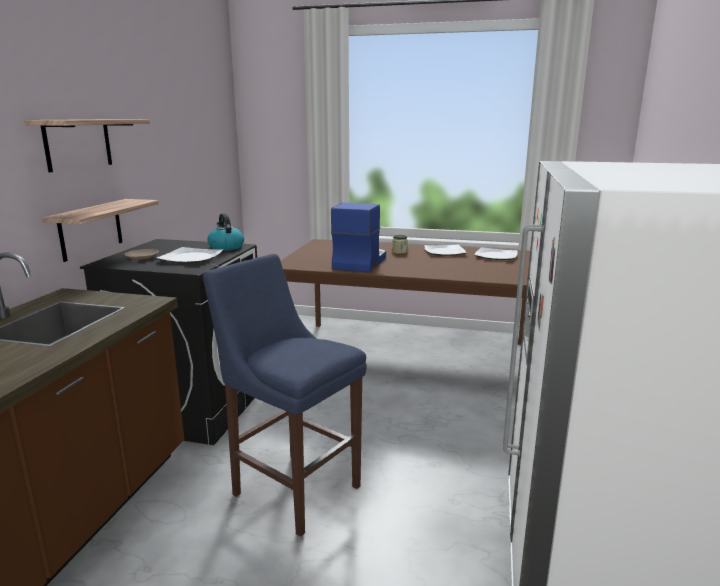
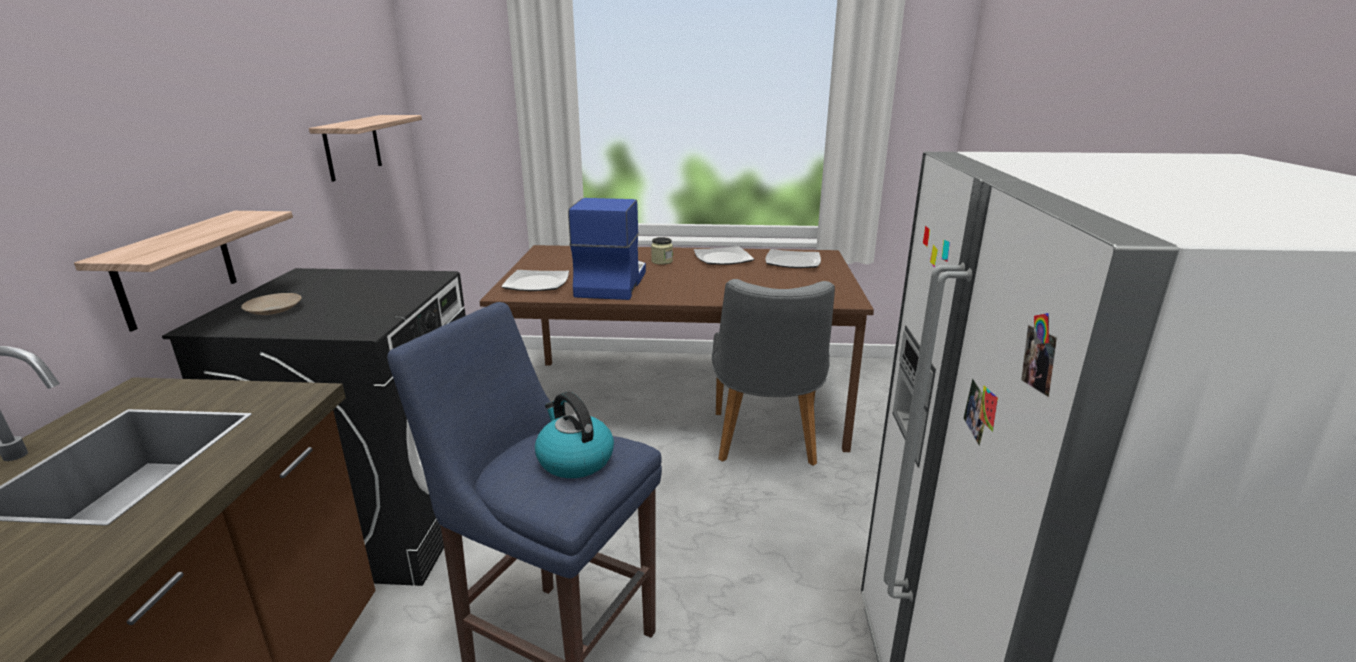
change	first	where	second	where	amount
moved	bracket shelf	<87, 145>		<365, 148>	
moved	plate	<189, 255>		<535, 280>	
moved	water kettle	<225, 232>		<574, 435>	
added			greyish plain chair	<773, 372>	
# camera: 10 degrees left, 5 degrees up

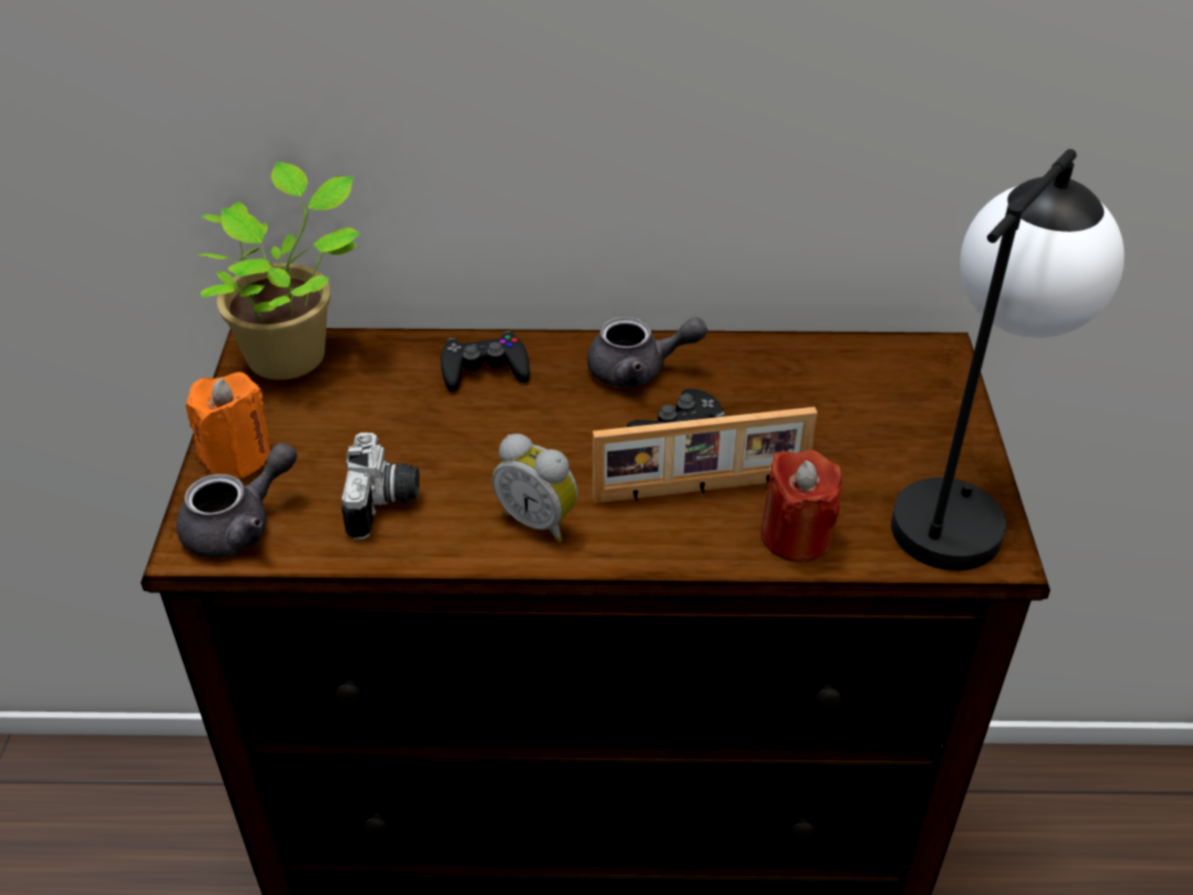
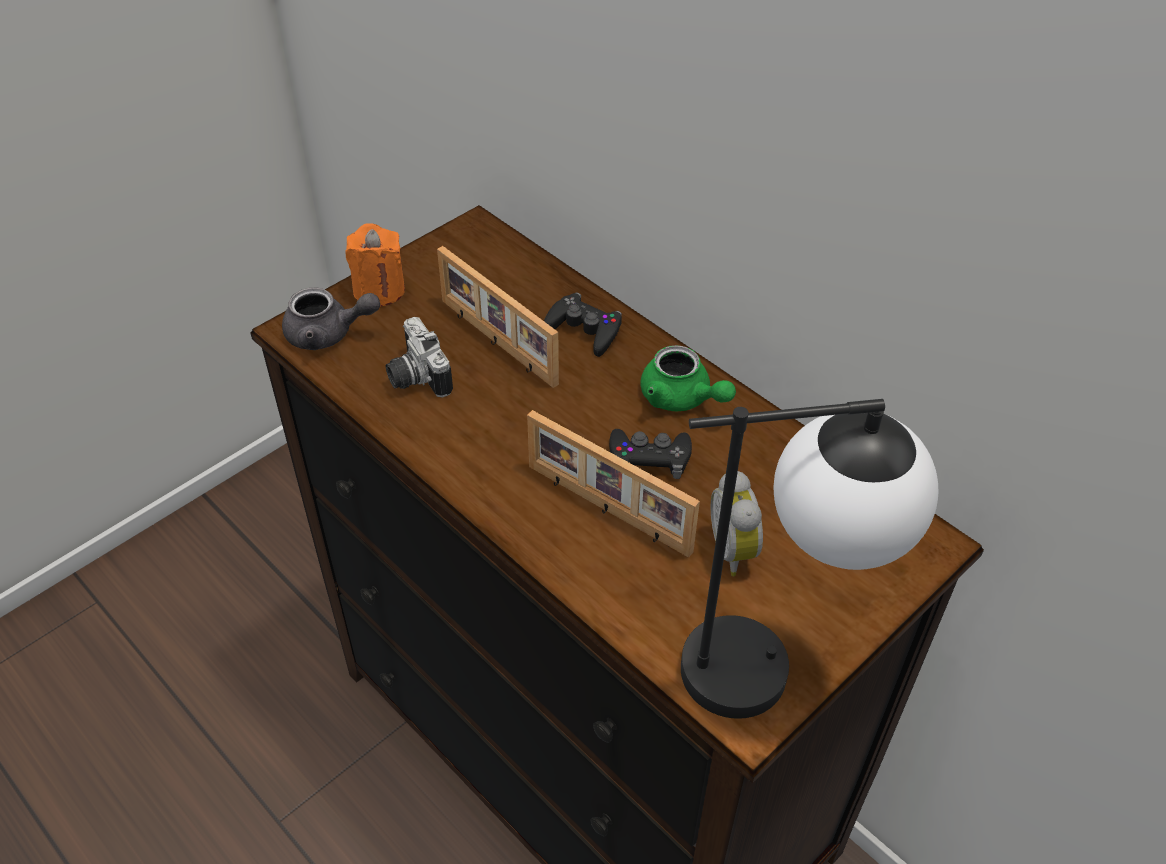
change	first	where	second	where	amount
turned	still camera	<380, 486>		<419, 357>	105 degrees clockwise
added			standing frame	<498, 317>	
recoloured	greyish pot for tea	<647, 351>	green-coloured pot for tea	<688, 378>	
moved	alarm clock	<535, 488>		<736, 523>	
removed	potted plant	<279, 271>			
removed	reddish wax light	<801, 506>			
# camera: 45 degrees right, 5 degrees up

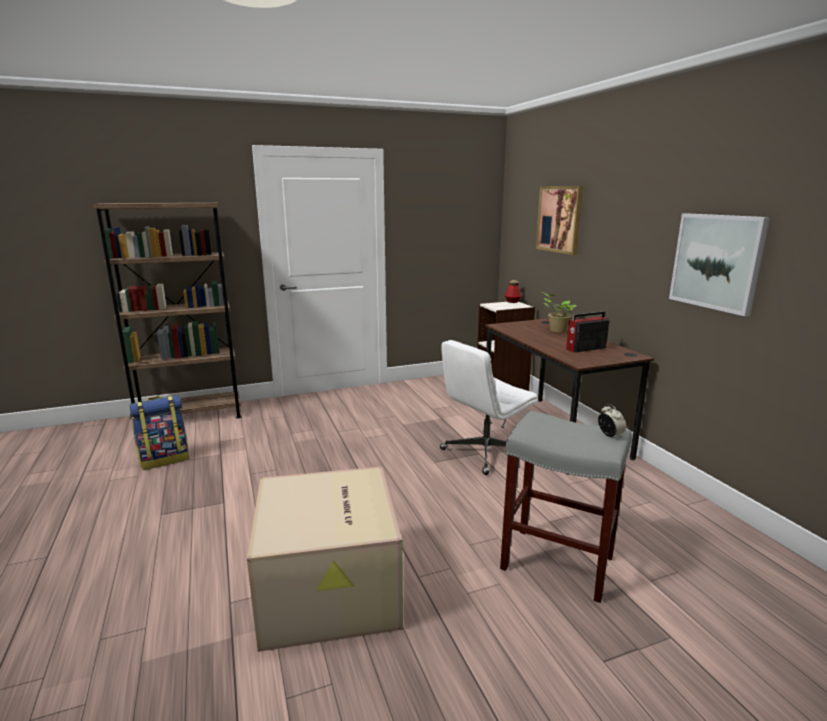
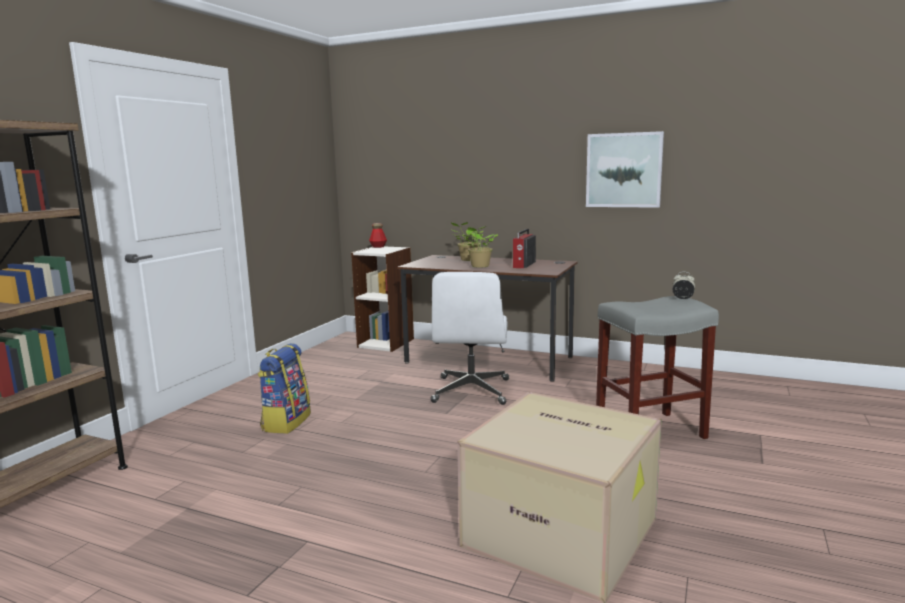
change	first	where	second	where	amount
moved	backpack	<159, 432>		<284, 388>	
added			potted plant	<481, 247>	
removed	wall picture	<559, 220>			
# camera: 45 degrees left, 5 degrees down

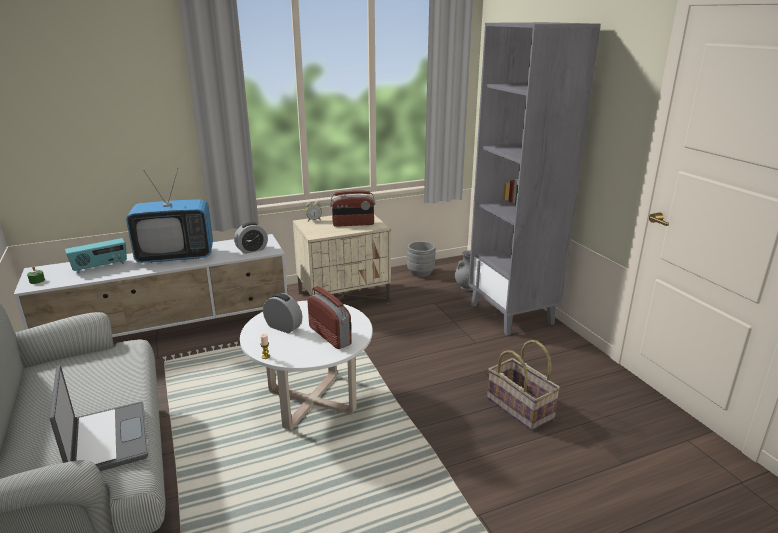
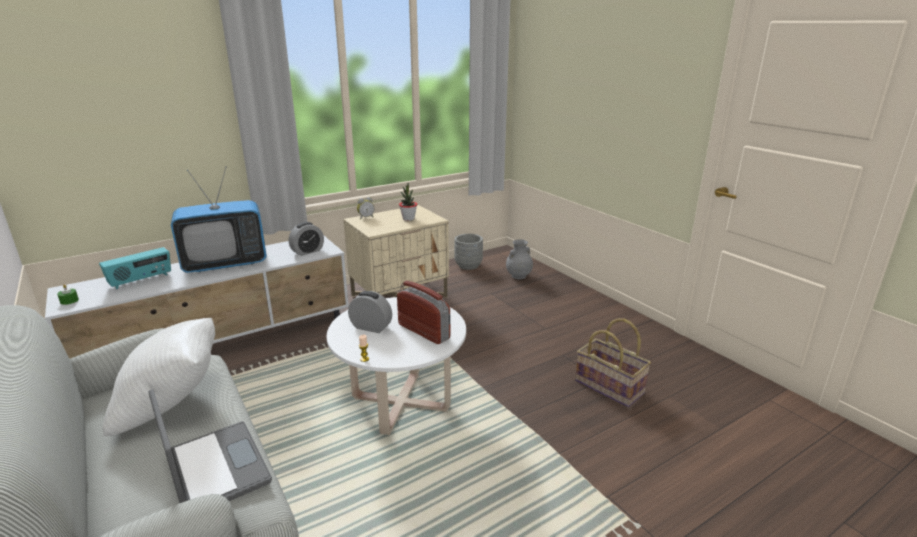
change	first	where	second	where	amount
added			white-coloured pillow	<158, 377>	
replaced	radio set	<352, 209>	potted plant	<408, 202>	
removed	greyish bookcase	<534, 178>			
# camera: 10 degrees left, 0 degrees up

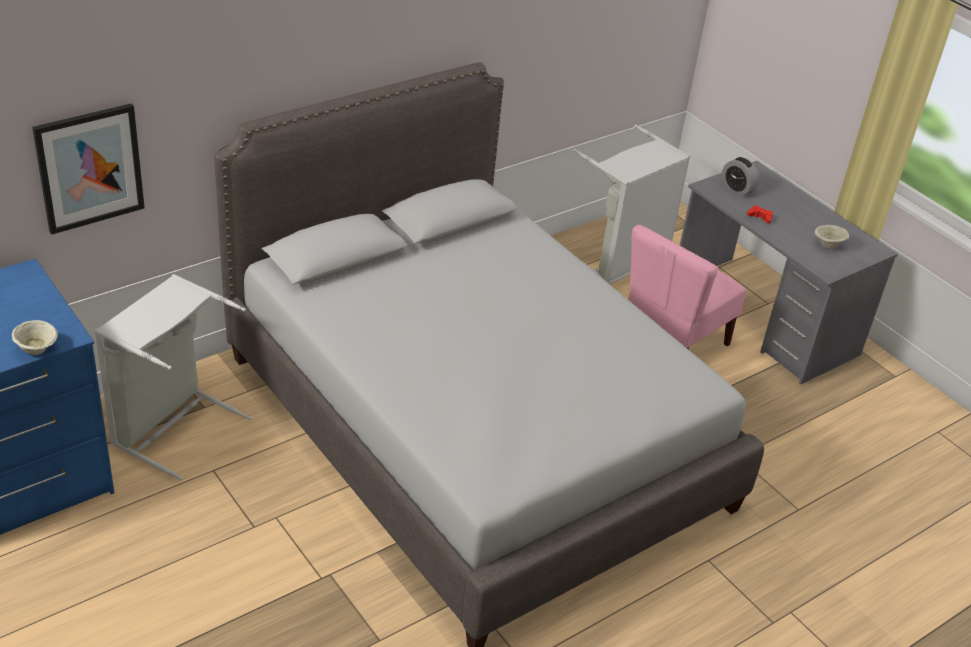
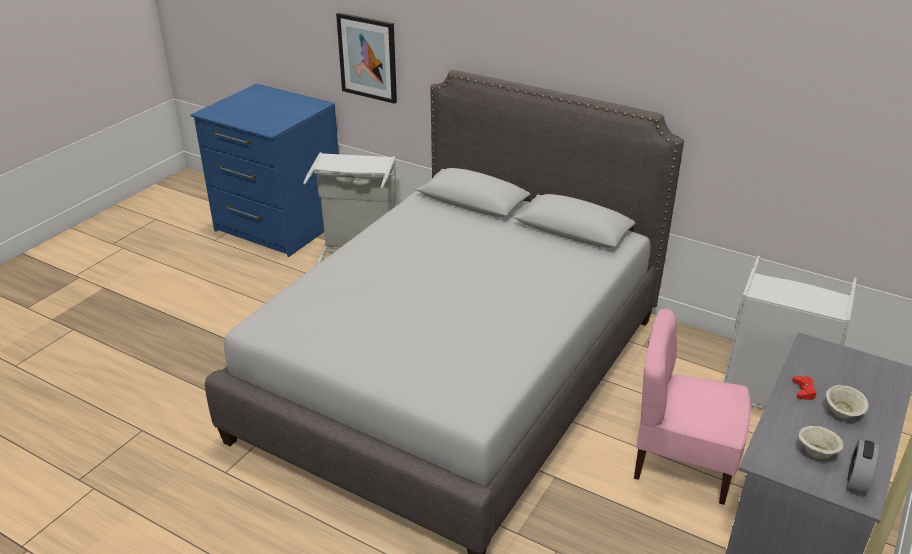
change	first	where	second	where	amount
moved	beige deep dish	<35, 337>		<847, 401>	
moved	alarm clock	<740, 176>		<862, 467>	
# camera: 70 degrees right, 5 degrees down

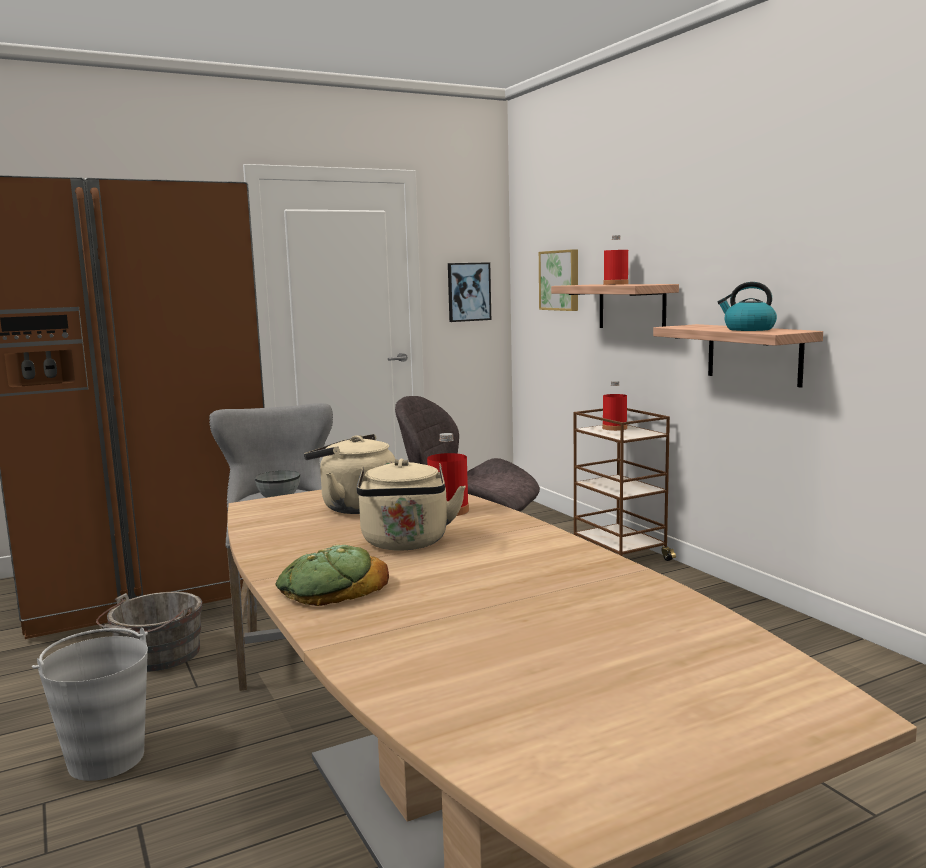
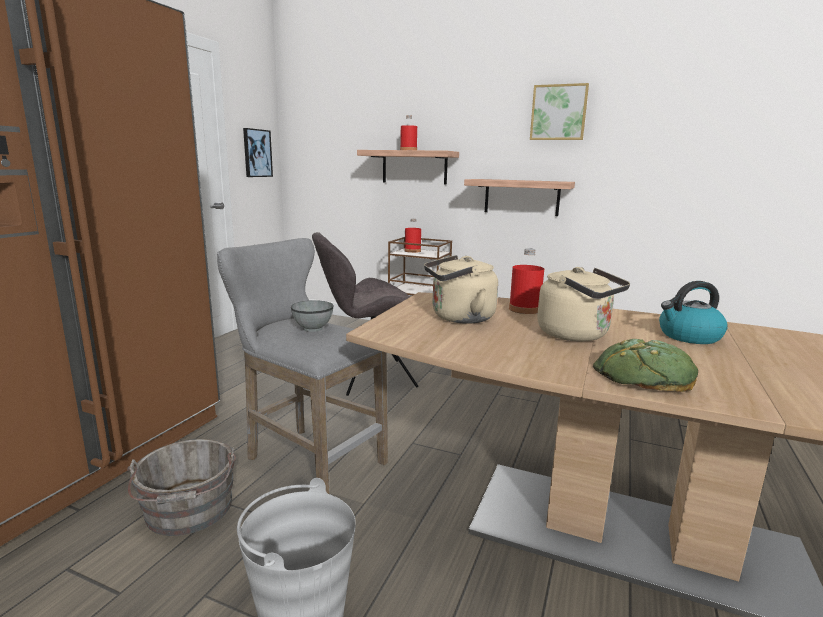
change	first	where	second	where	amount
moved	wall picture	<558, 280>		<559, 111>	
moved	water kettle	<747, 306>		<693, 312>	
# camera: 40 degrees left, 5 degrees up

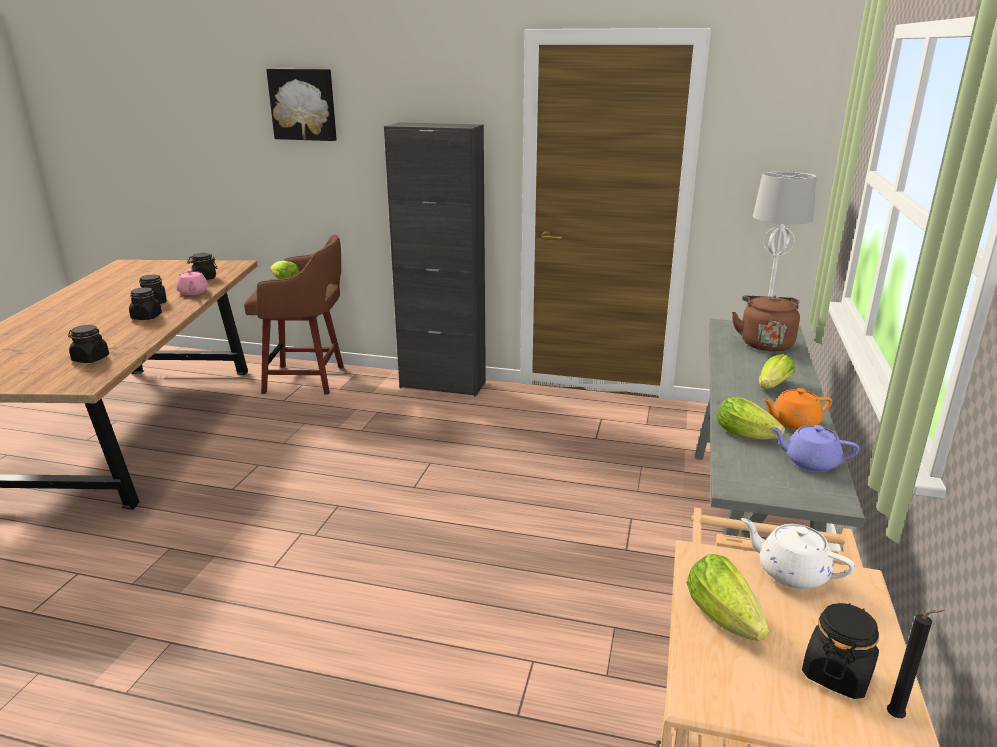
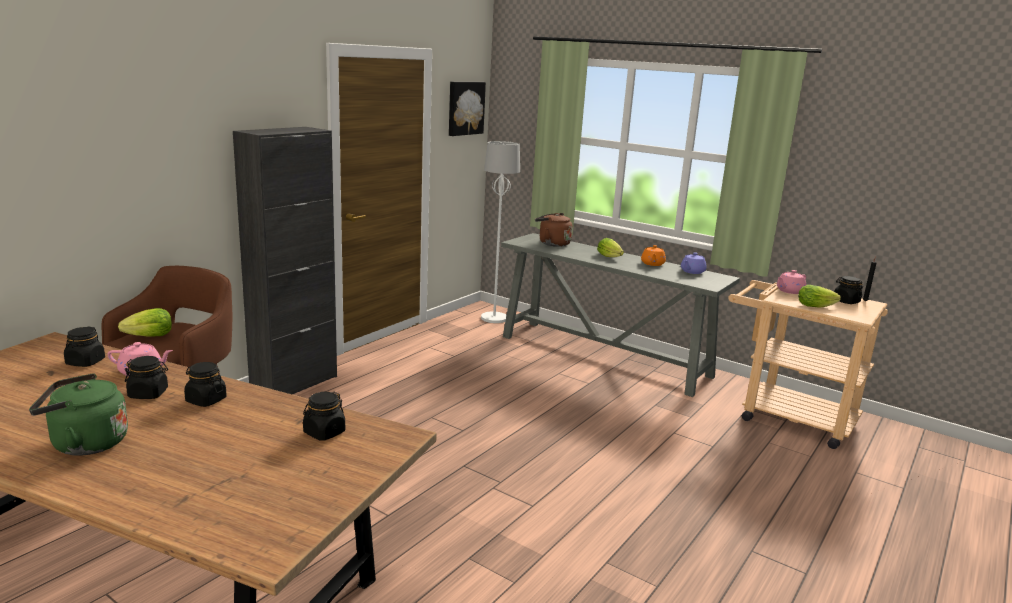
change	first	where	second	where	amount
added			green-coloured water kettle	<78, 414>	
moved	wall picture	<301, 105>		<467, 109>	
recoloured	white-coloured pot for tea	<798, 553>	pinkish pot for tea	<791, 282>	
removed	head of lettuce	<750, 418>			
# camera: 70 degrees left, 5 degrees down

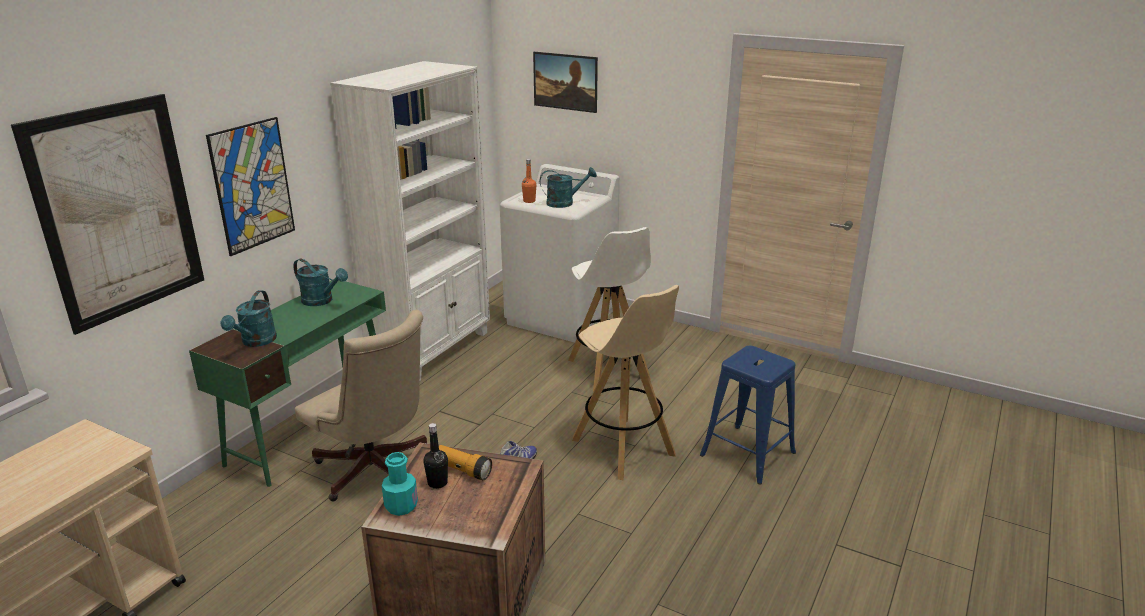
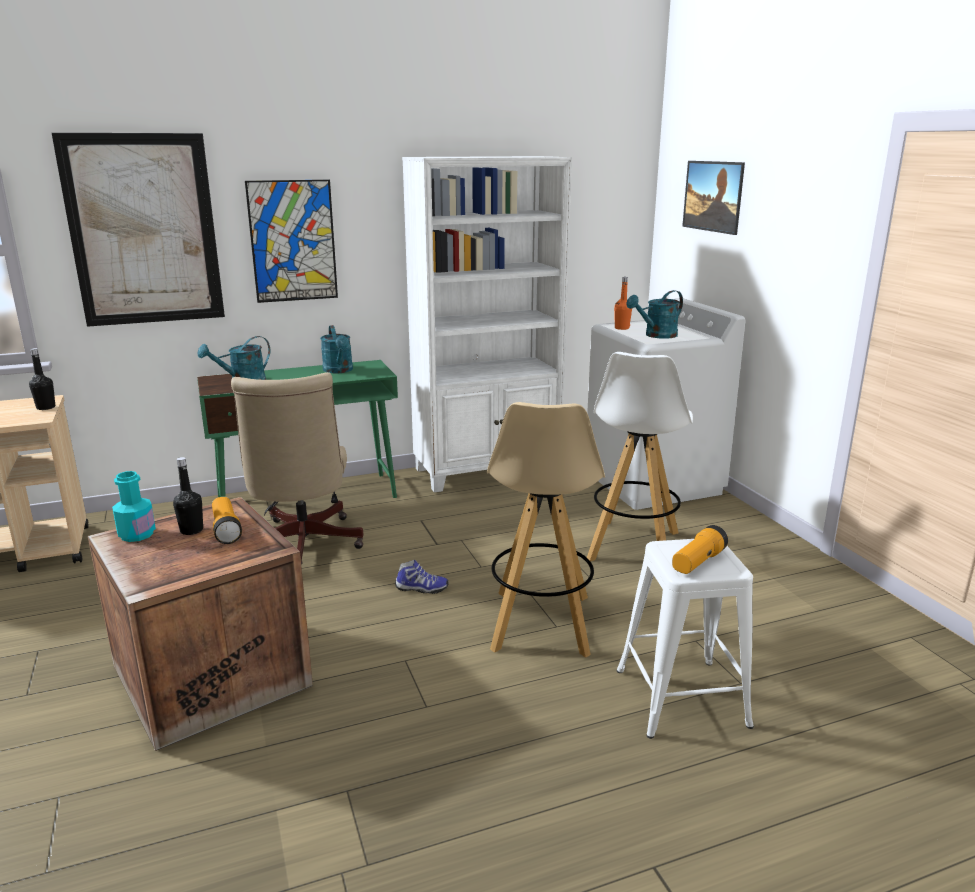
change	first	where	second	where	amount
added			black drink bottle	<42, 379>	
recoloured	blue stool	<748, 415>	white-coloured stool	<685, 639>	
turned	turquoise-coloured watering can	<568, 187>		<654, 314>	120 degrees clockwise
added			flashlight	<700, 549>	
# camera: 40 degrees right, 5 degrees down

